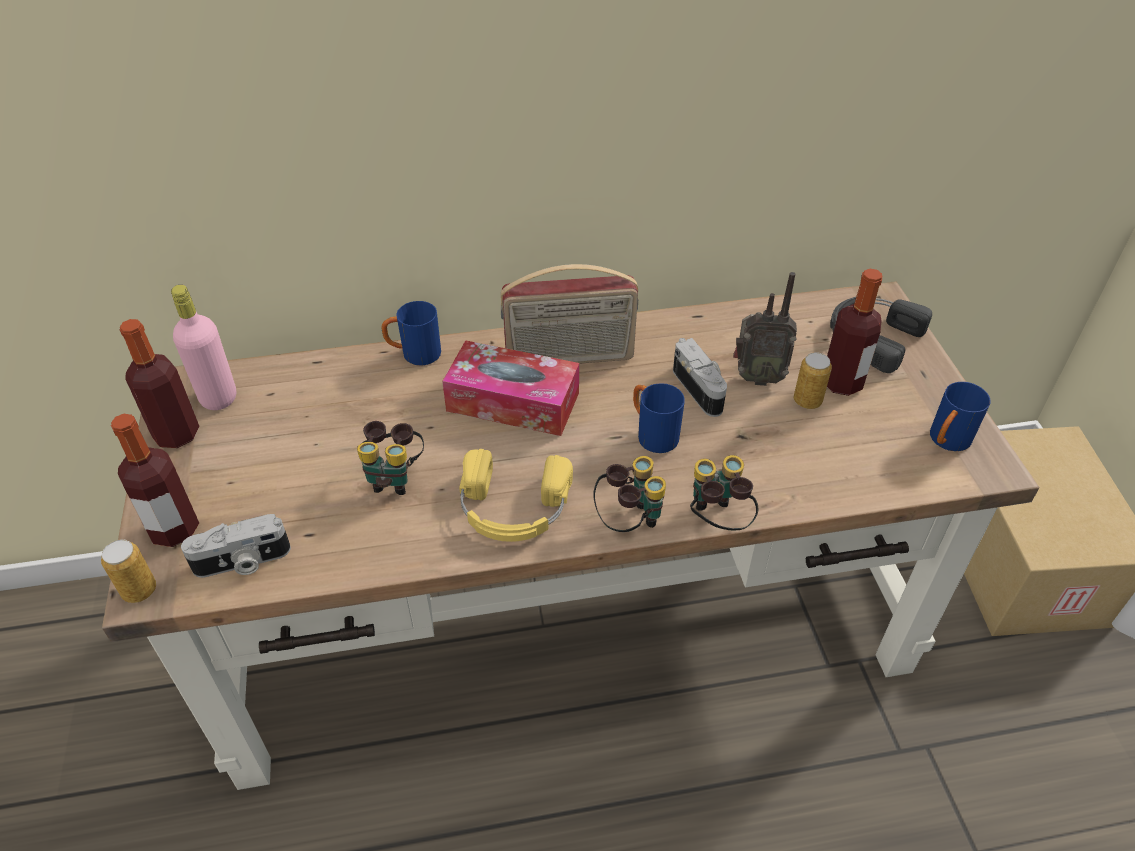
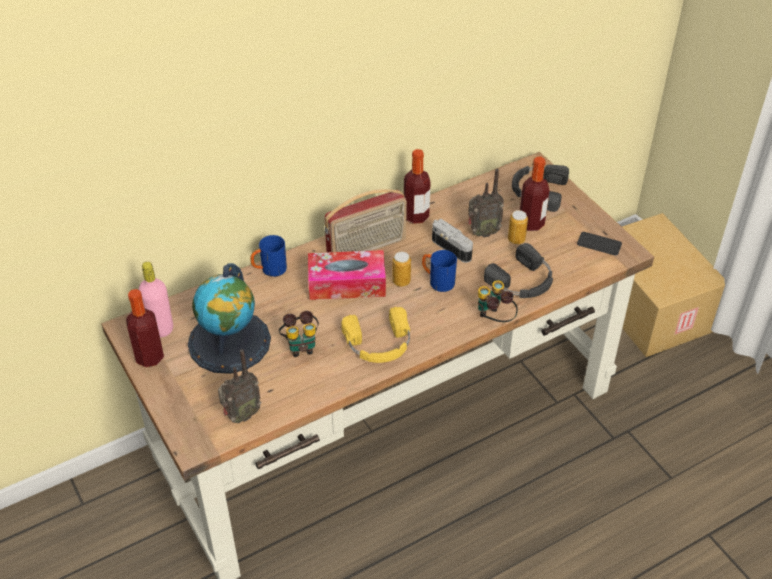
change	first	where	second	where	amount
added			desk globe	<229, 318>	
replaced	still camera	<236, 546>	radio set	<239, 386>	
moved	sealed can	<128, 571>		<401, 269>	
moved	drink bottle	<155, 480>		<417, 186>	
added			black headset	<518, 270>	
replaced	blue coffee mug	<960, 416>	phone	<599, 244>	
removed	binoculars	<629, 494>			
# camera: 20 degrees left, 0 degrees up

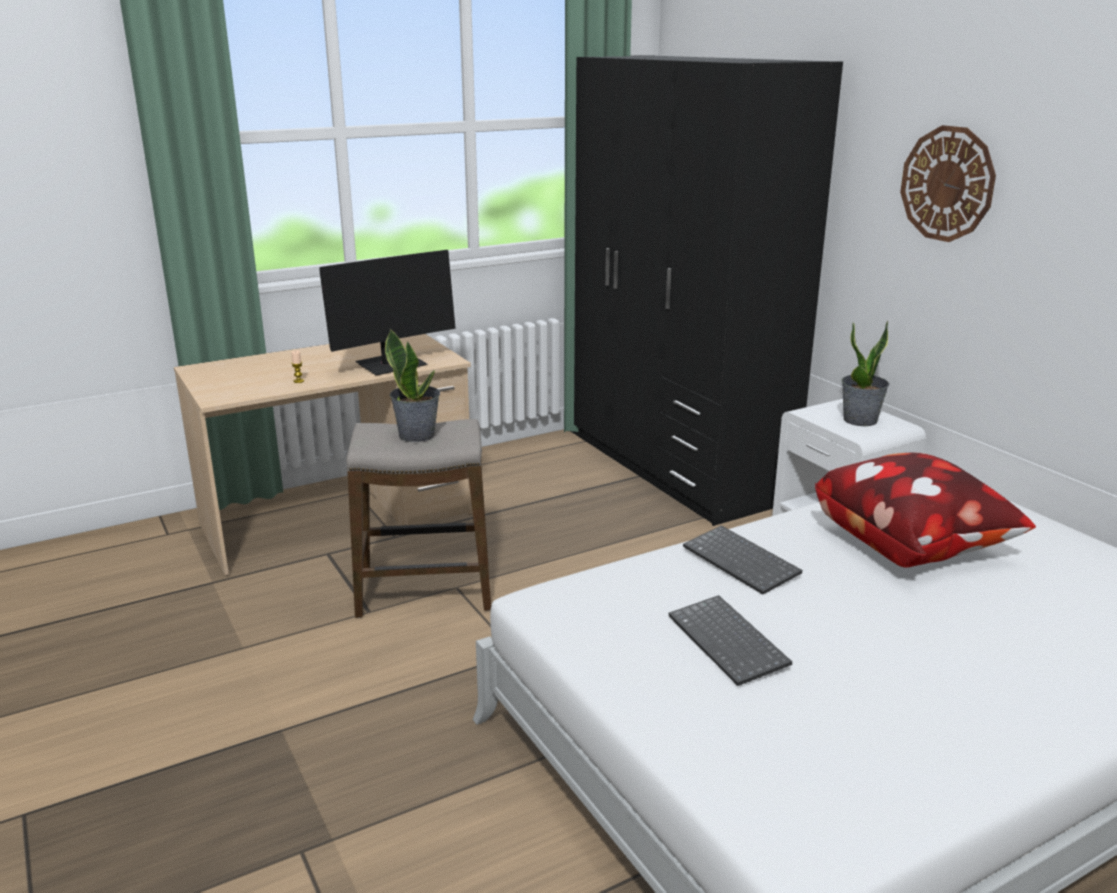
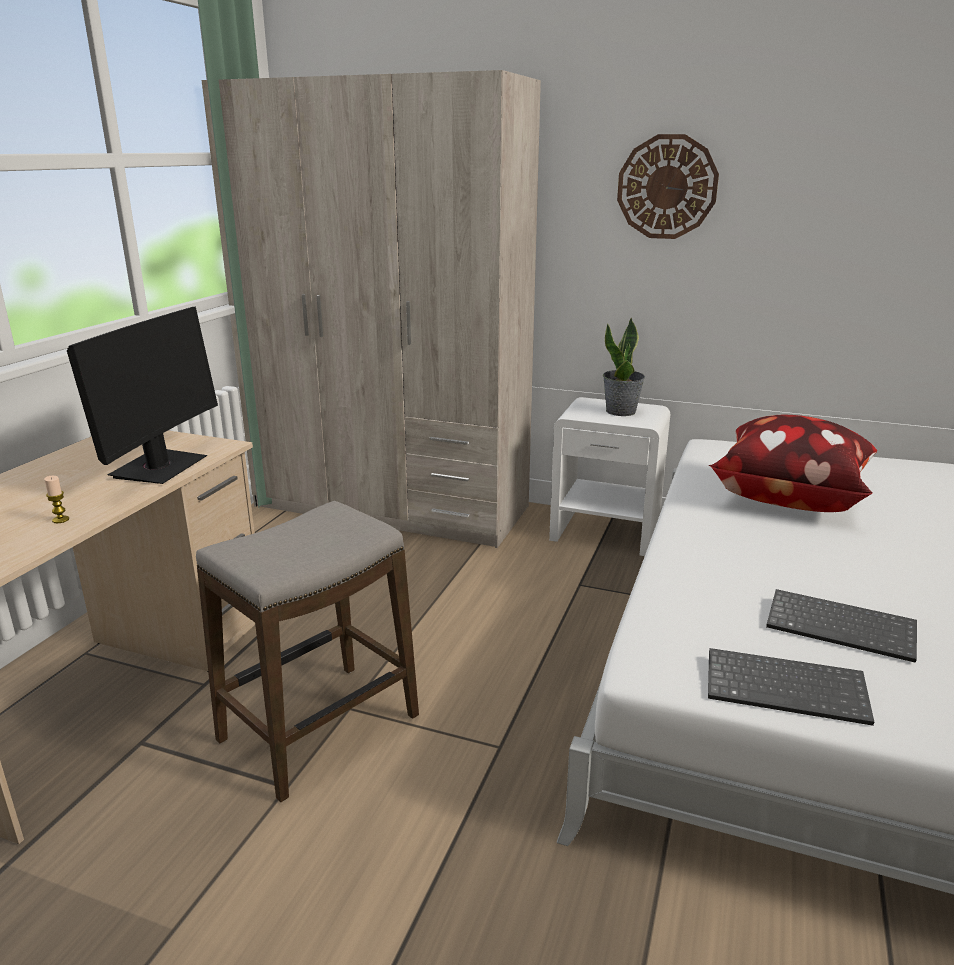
change	first	where	second	where	amount
recoloured	black clothes cupboard	<706, 290>	beige clothes cupboard	<371, 309>	
moved	computer keyboard	<742, 559>		<791, 687>	
removed	potted plant	<412, 385>			
# camera: 40 degrees left, 0 degrees up

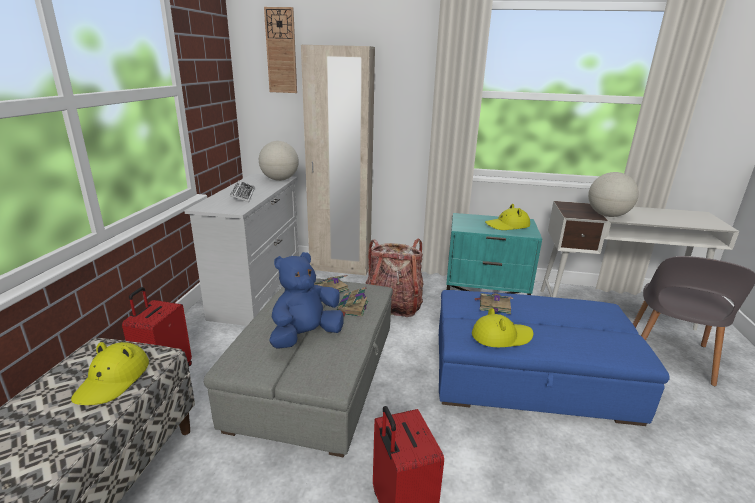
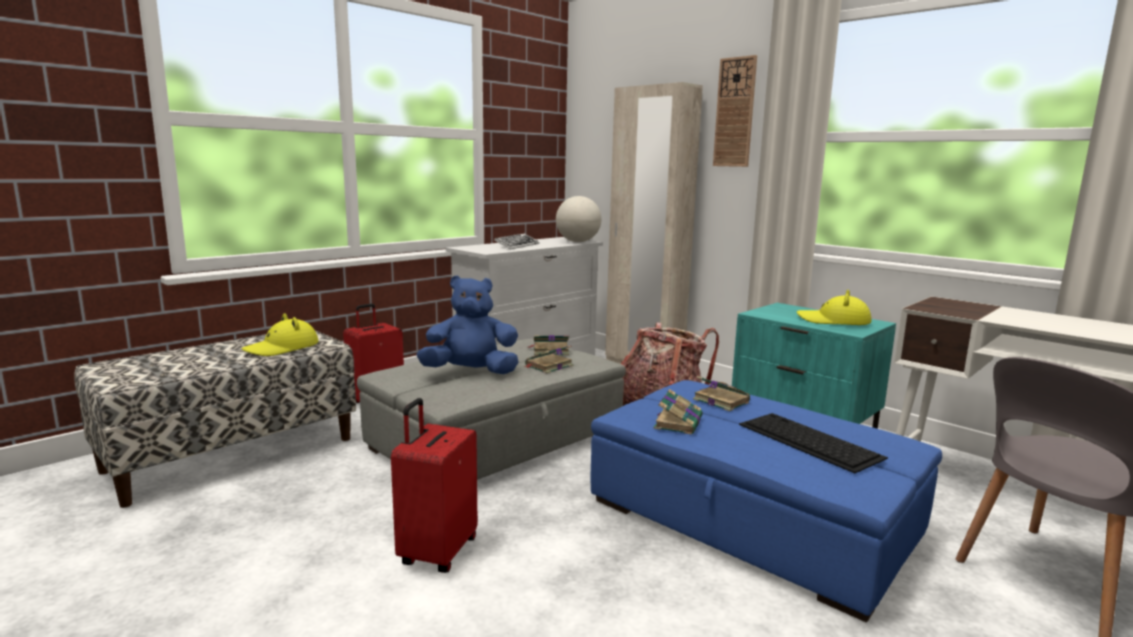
change	first	where	second	where	amount
replaced	yellowish clothing hat	<502, 327>	bound book	<678, 412>	
moved	hanging clock	<280, 50>		<735, 111>	
added			computer keyboard	<813, 443>	
removed	desk globe	<613, 194>			
# camera: 35 degrees right, 10 degrees down

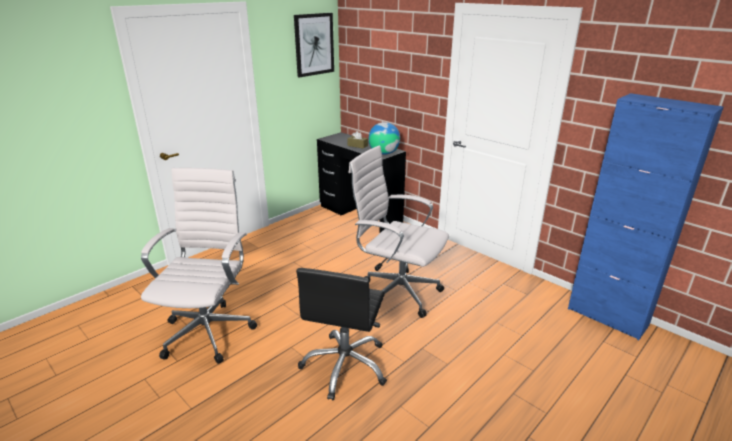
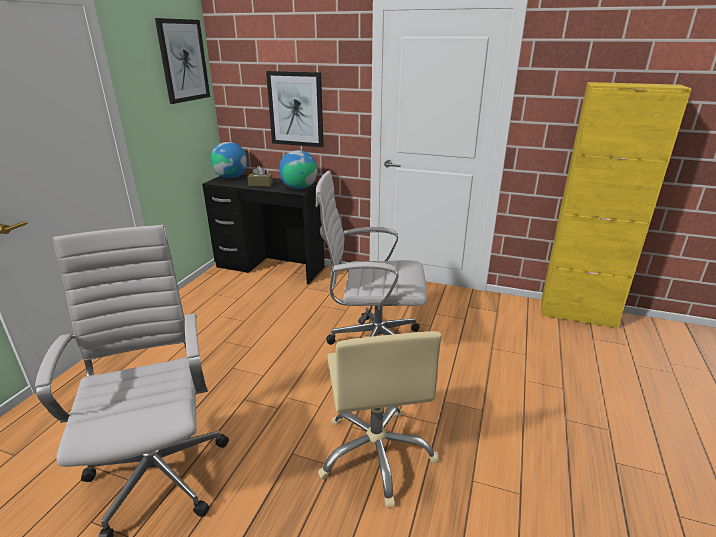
change	first	where	second	where	amount
added			desk globe	<229, 160>	
added			wall picture	<295, 109>	
recoloured	black desk chair	<341, 334>	beige desk chair	<380, 419>	
recoloured	blue storage cabinet	<646, 216>	yellowish storage cabinet	<616, 205>	
# camera: 25 degrees left, 0 degrees up

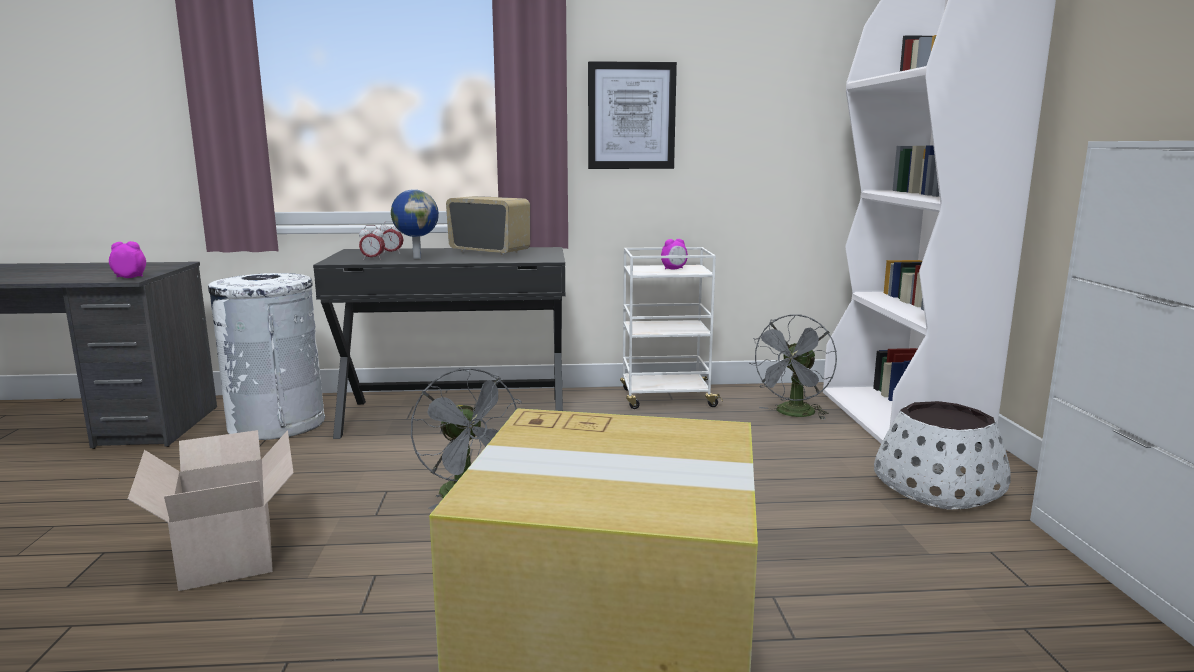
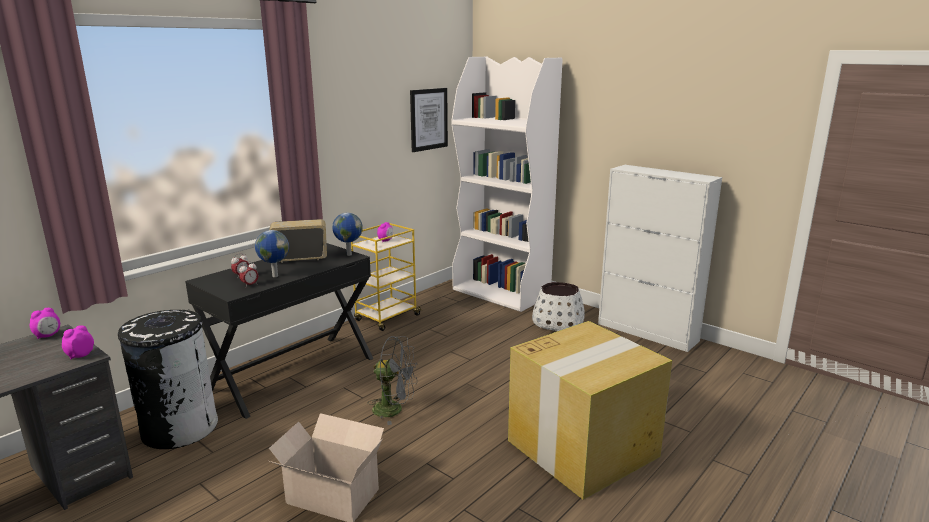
change	first	where	second	where	amount
added			alarm clock	<45, 323>	
recoloured	white-coloured rubbish bin	<266, 356>	black rubbish bin	<168, 379>	
added			desk globe	<347, 234>	
recoloured	white-coloured cart	<671, 328>	yellowish cart	<386, 277>	
moved	wall picture	<632, 115>		<429, 120>	
removed	greyish cooling fan	<793, 367>			
# camera: 45 degrees left, 5 degrees up

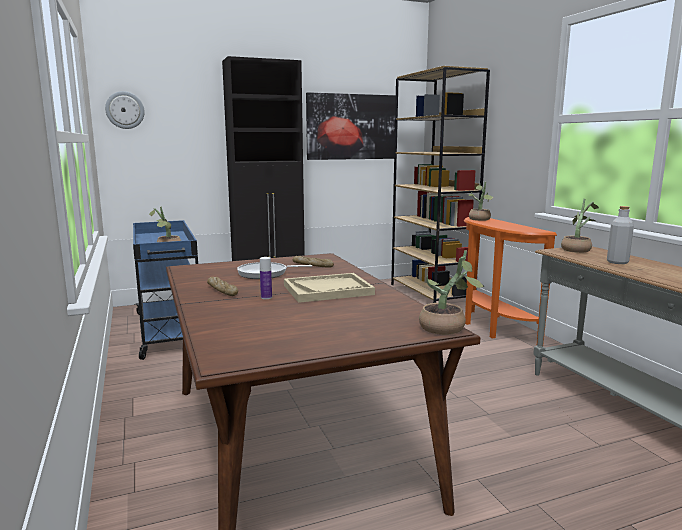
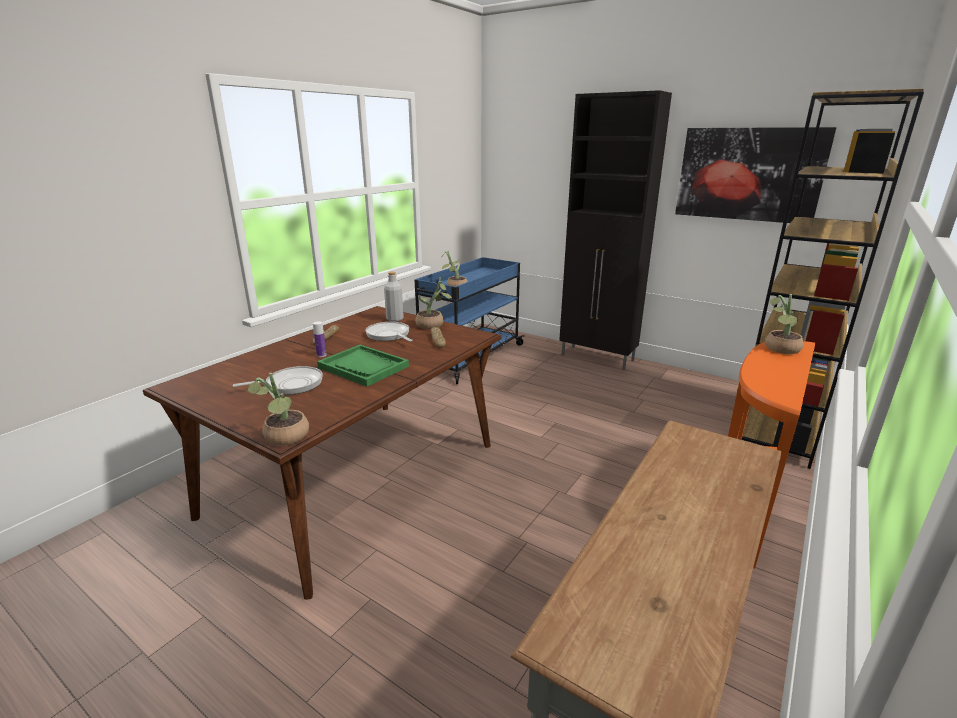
change	first	where	second	where	amount
added			skillet	<277, 380>	
recoloured	beige tray	<329, 288>	green-coloured tray	<363, 366>	
moved	greyish drink bottle	<620, 235>		<394, 297>	
moved	potted plant	<580, 226>		<433, 303>	
removed	hanging clock	<124, 110>			
# camera: 55 degrees right, 10 degrees up

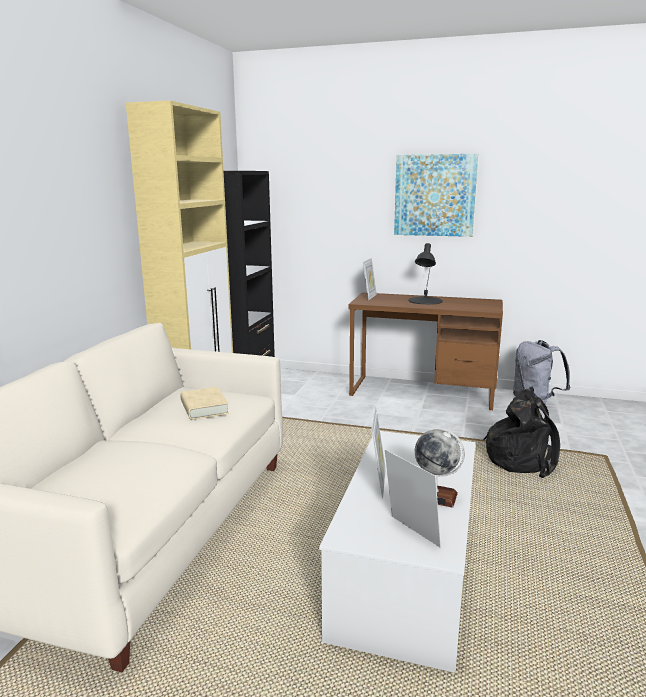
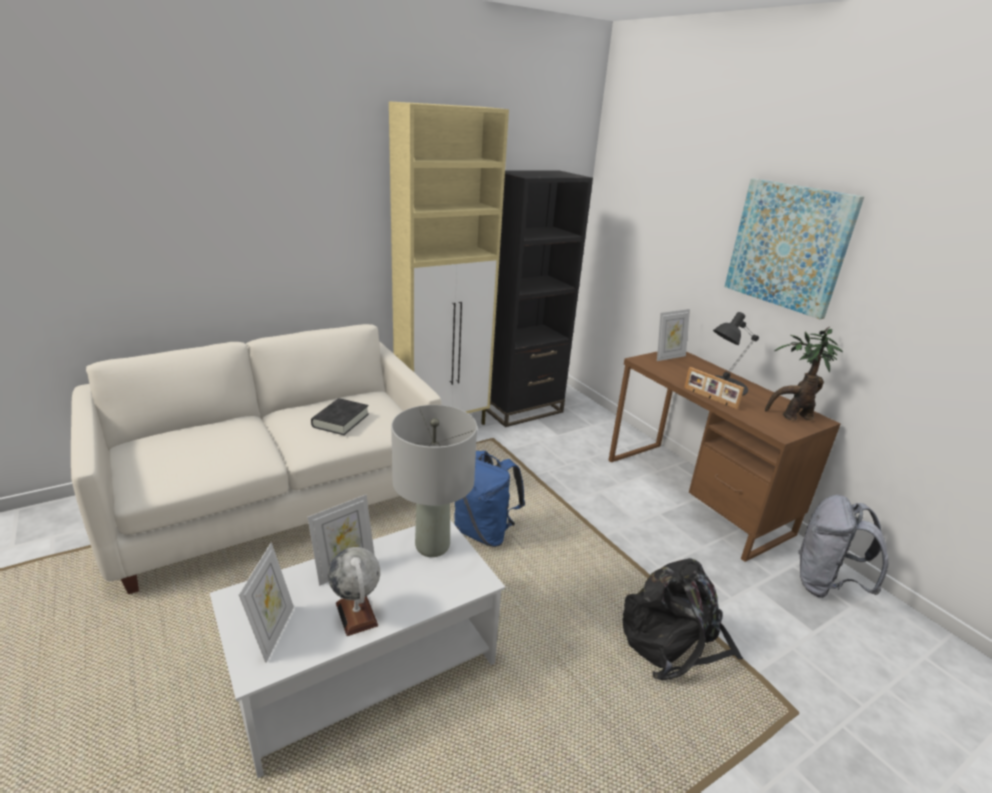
change	first	where	second	where	amount
recoloured	beige bound book	<204, 403>	black bound book	<340, 416>	
added			greyish lamp for a table	<434, 481>	
added			blue backpack	<489, 499>	
added			standing frame	<714, 388>	
added			potted plant	<804, 373>	
# camera: 40 degrees right, 10 degrees up

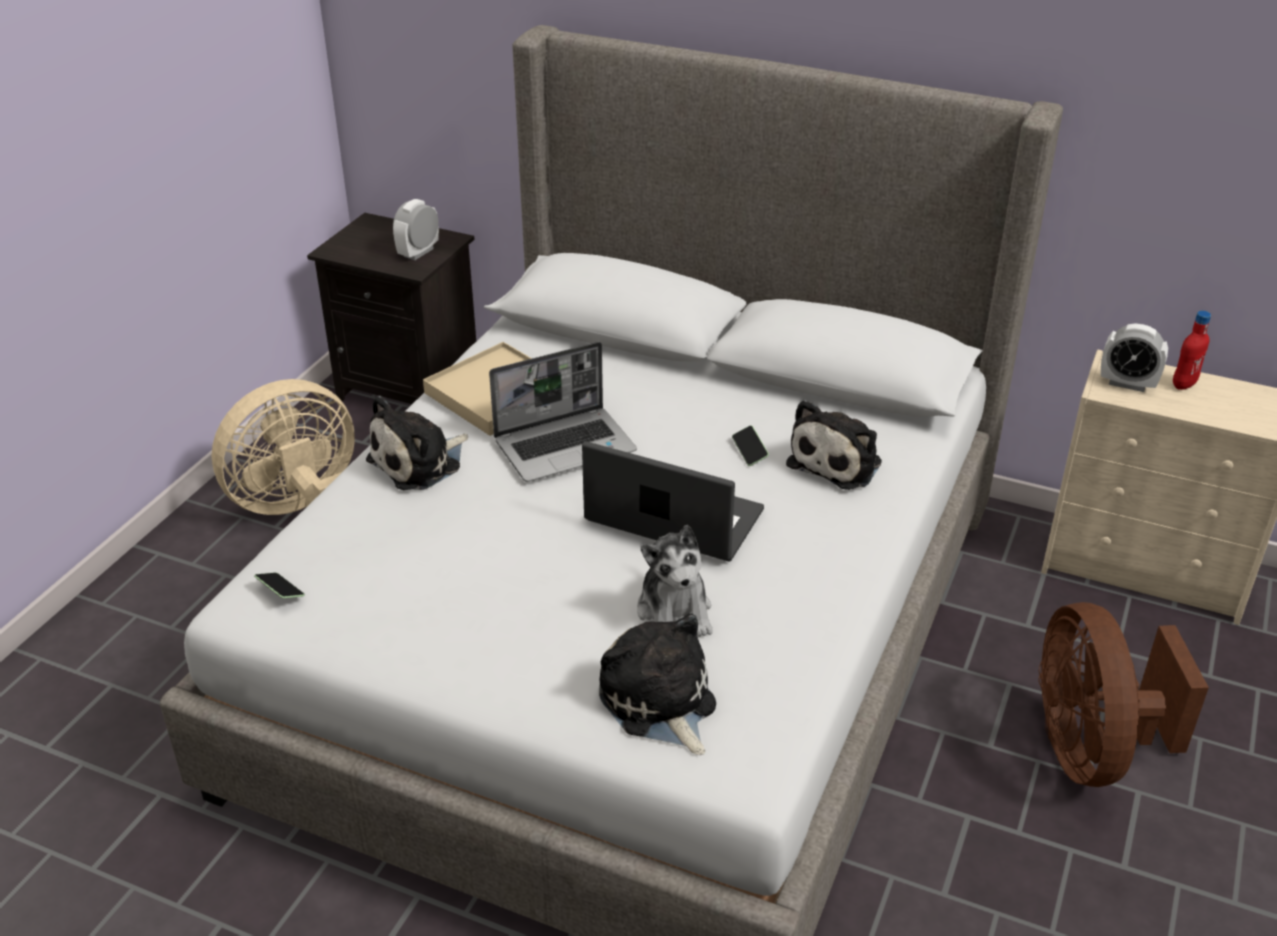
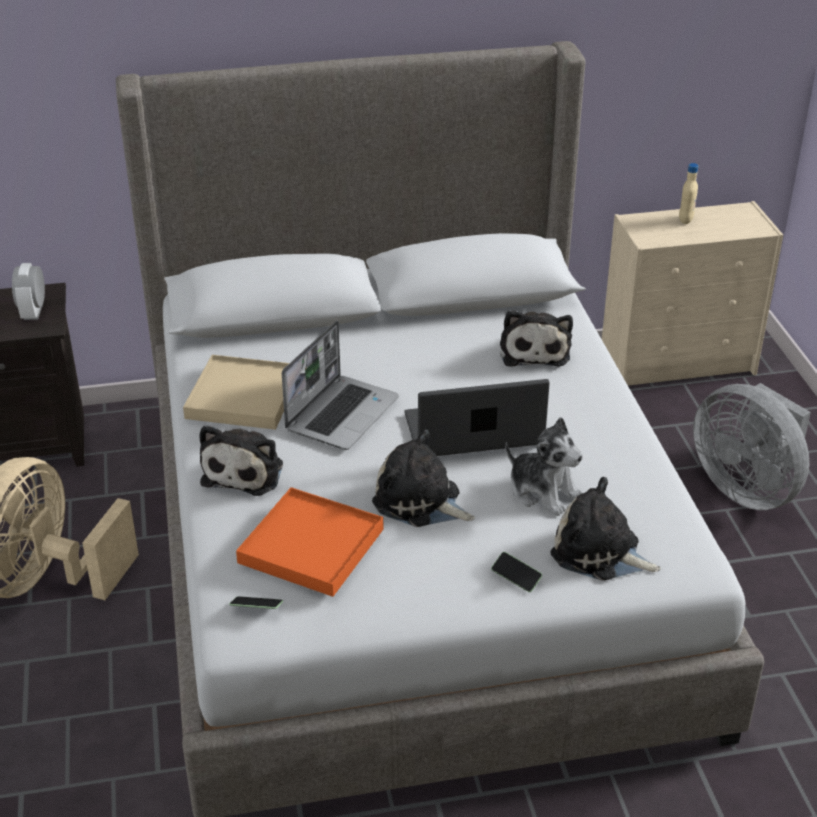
change	first	where	second	where	amount
added			orange tray	<309, 542>	
added			plush toy	<423, 478>	
moved	phone	<750, 445>		<516, 572>	
recoloured	reddish drink bottle	<1192, 350>	beige drink bottle	<688, 193>	
recoloured	brown-coloured cooling fan	<1123, 694>	greyish cooling fan	<752, 446>	
removed	alarm clock	<1134, 357>			
# camera: 35 degrees left, 0 degrees up

